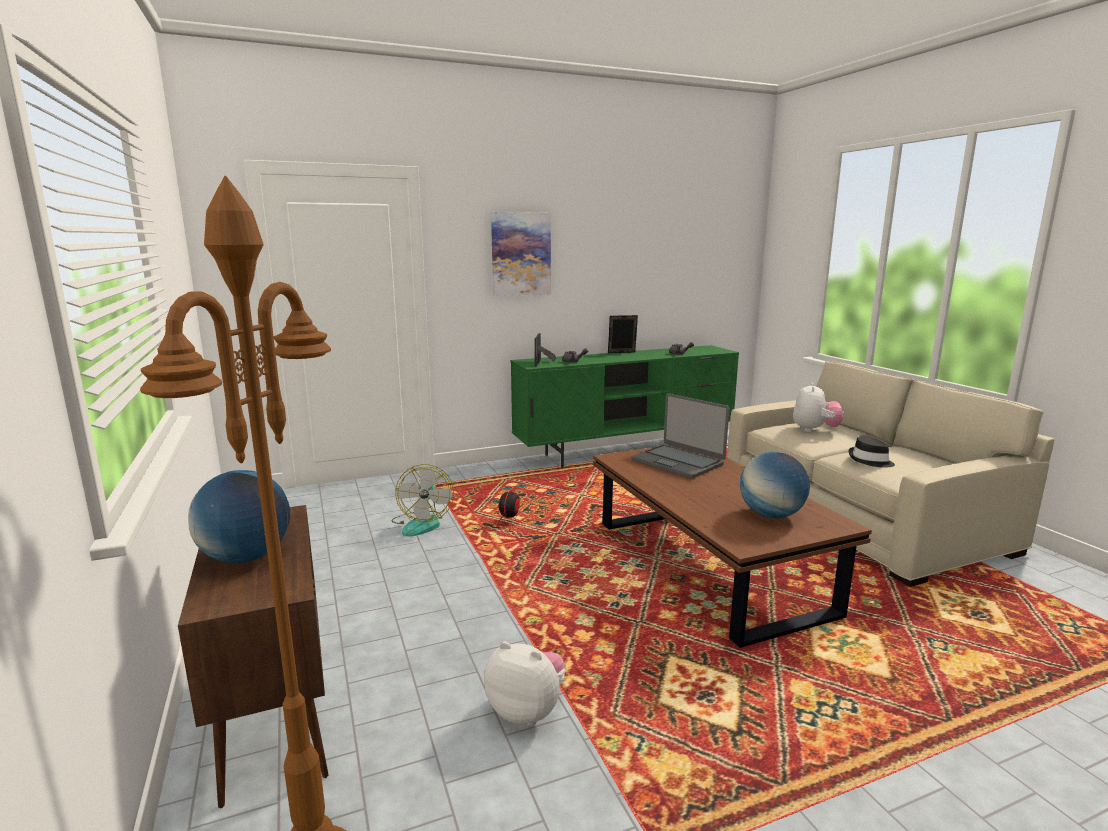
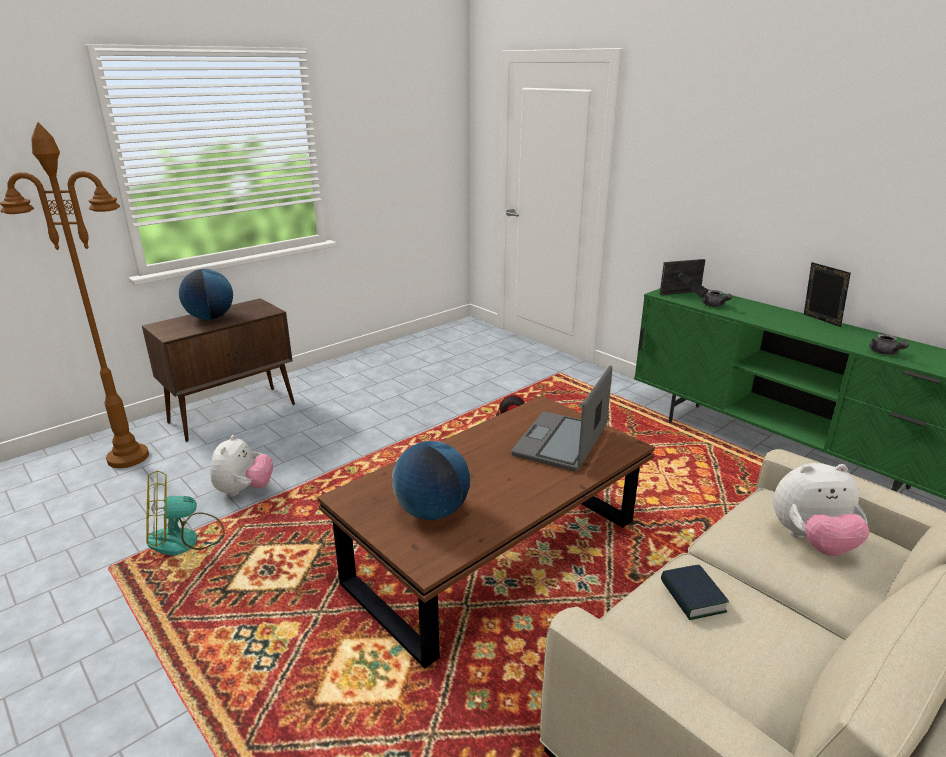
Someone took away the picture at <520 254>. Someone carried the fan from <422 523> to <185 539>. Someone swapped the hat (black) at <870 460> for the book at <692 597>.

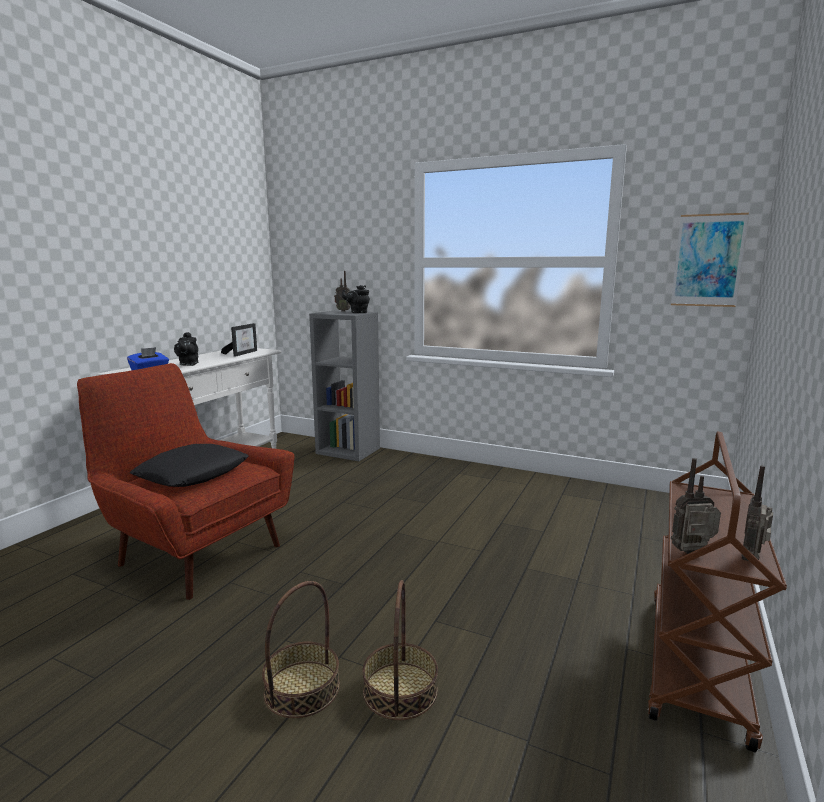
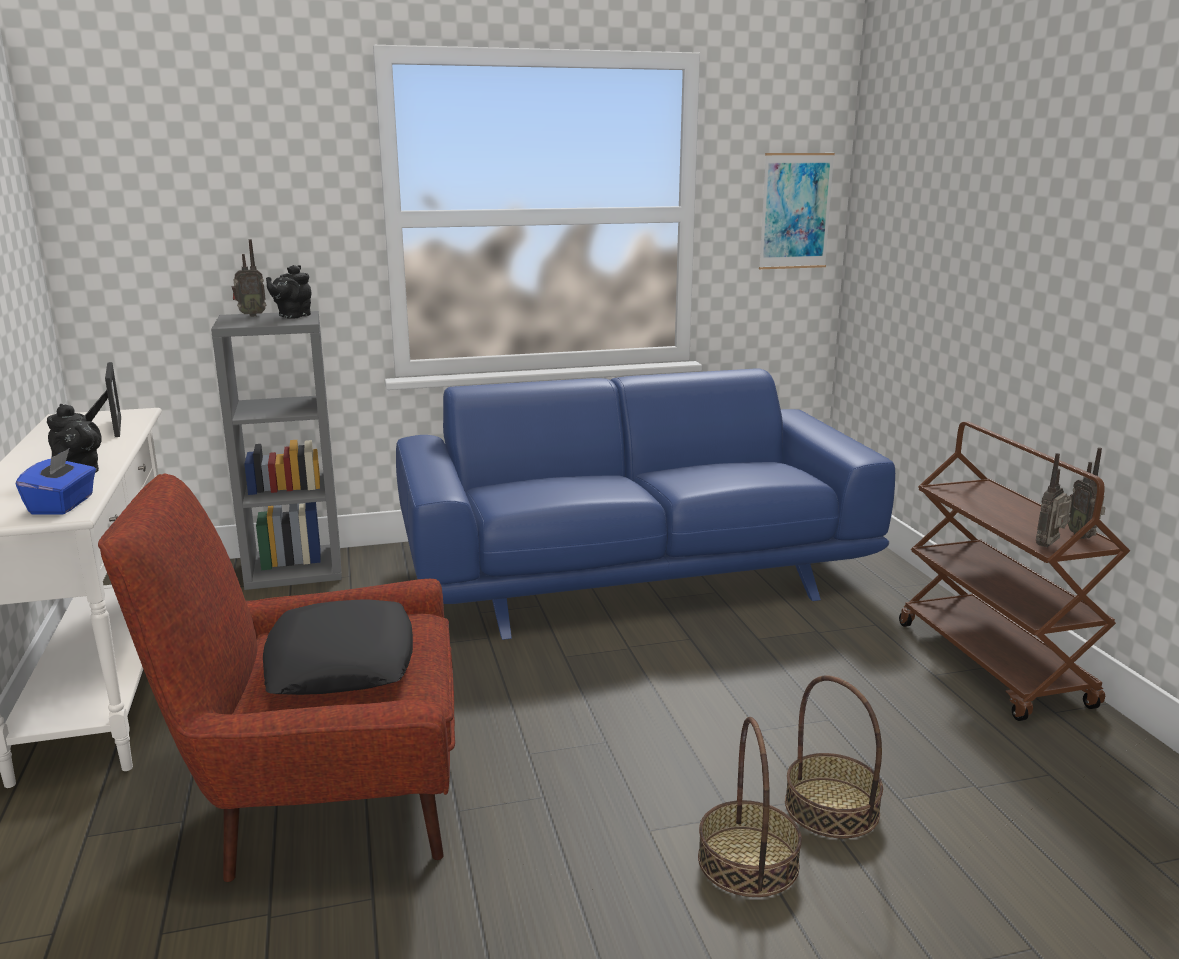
Someone put down the sofa (blue) at <636 573>.

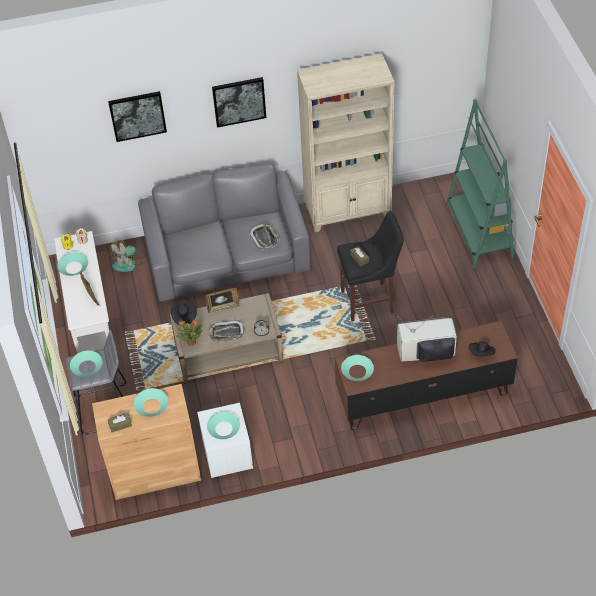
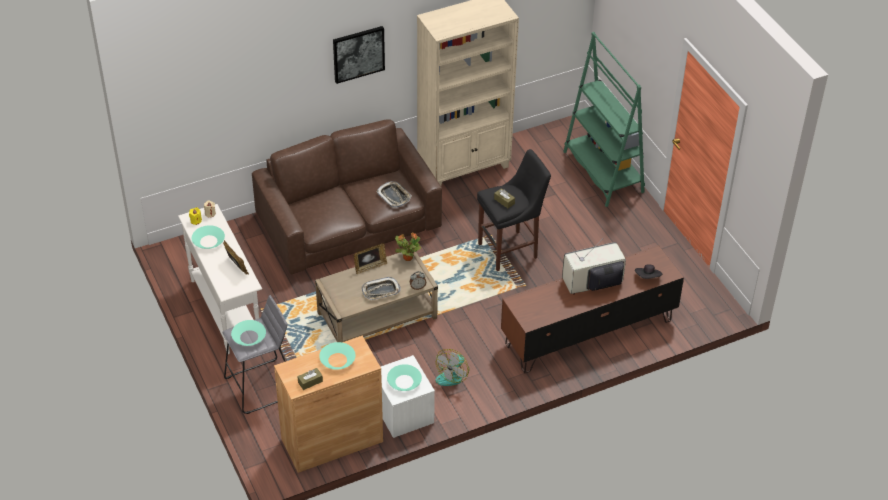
Someone took away the picture at <137 115>. Someone took away the hat (black) at <184 316>. Someone took away the bowl (turquoise) at <357 371>. Someone carried the fan from <129 263> to <453 375>. Someone carried the potted plant from <191 342> to <407 257>. Someone repainted the sofa (grey) at <227 255>, which became the sofa (brown) at <349 222>.

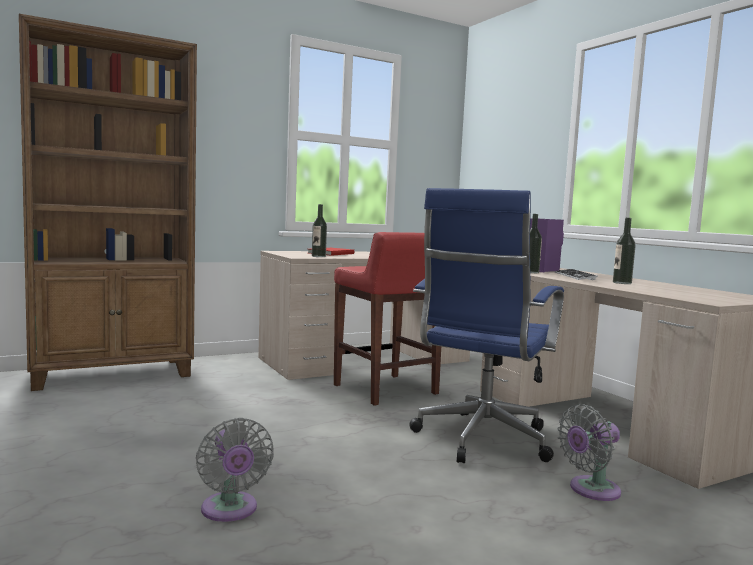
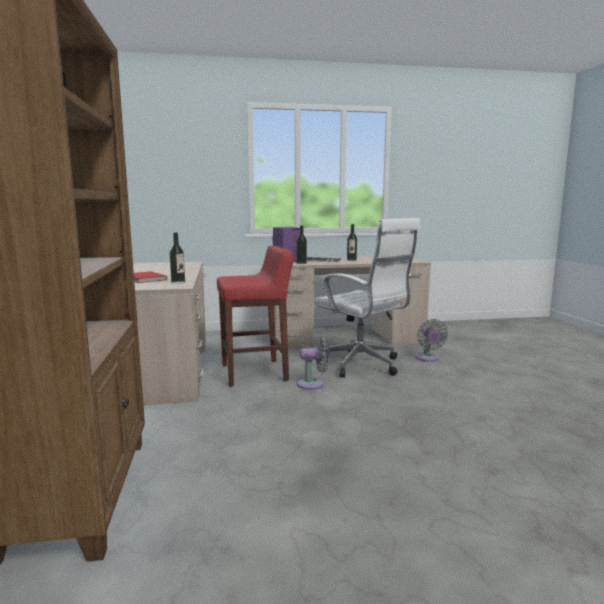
Someone carried the fan (grey) from <230 511> to <313 384>. Someone repainted the office chair (blue) at <480 441>, which became the office chair (white) at <363 365>.

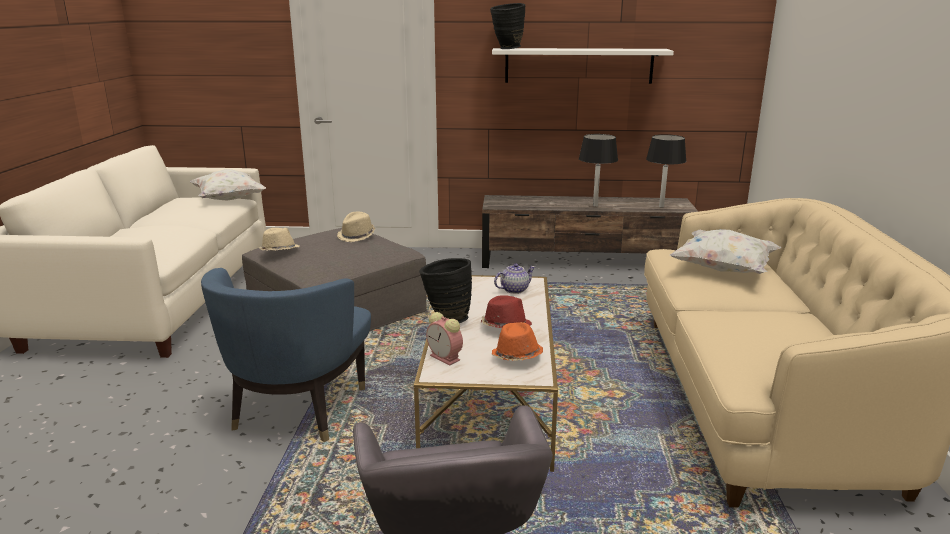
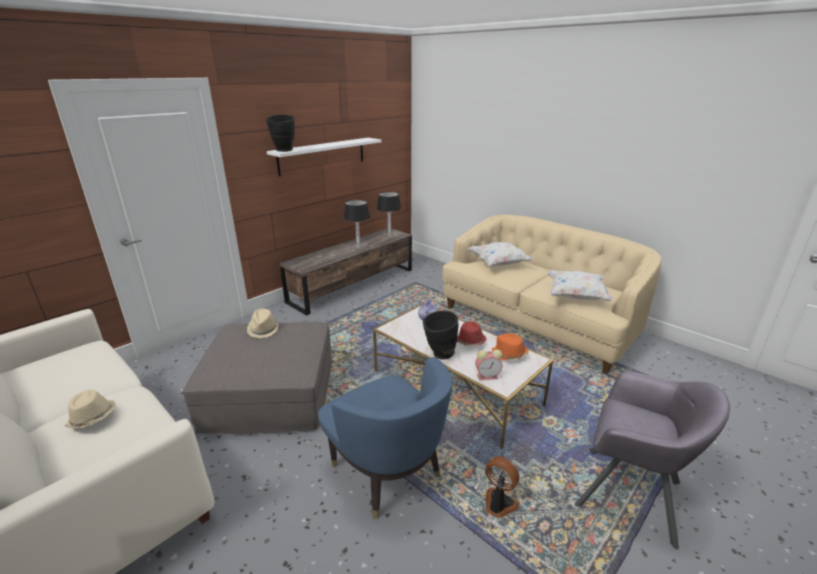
Someone put down the fan at <498 505>. Someone carried the pillow (white) from <229 199> to <576 296>. Someone carried the hat (beige) from <279 251> to <92 418>.

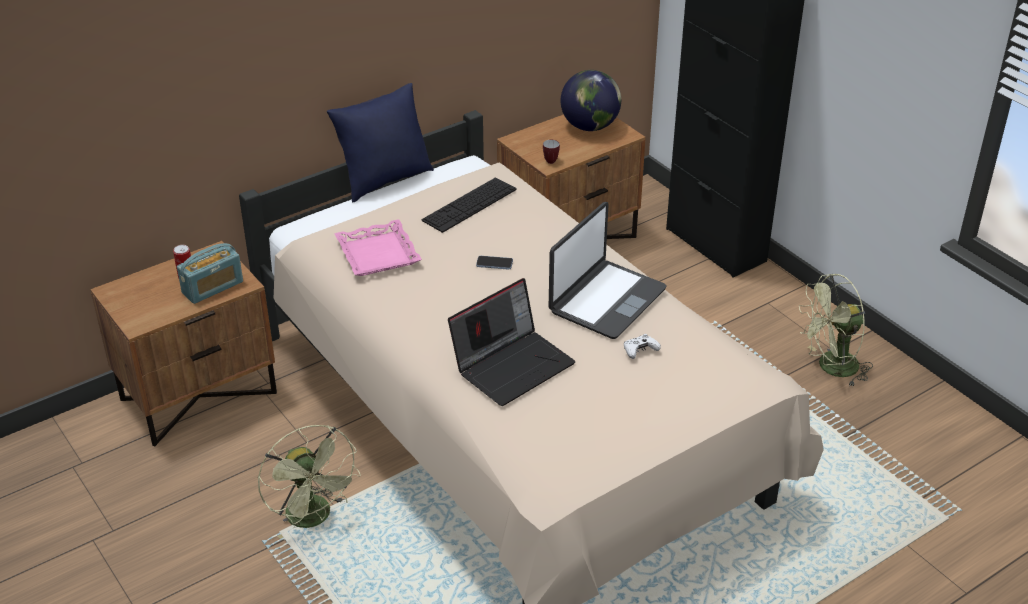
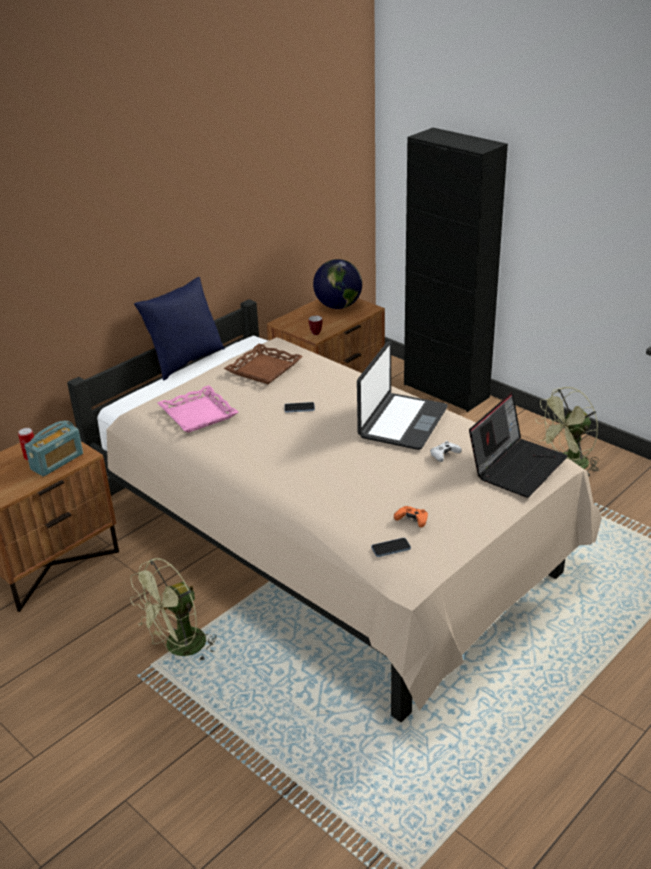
Someone put down the phone at <391 548>. Someone put down the game controller (orange) at <412 520>. Someone carried the laptop from <513 364> to <517 465>. Someone swapped the keyboard at <469 205> for the tray (brown) at <263 369>. Someone rotated the fan (green) at <314 518> by 90 degrees clockwise.

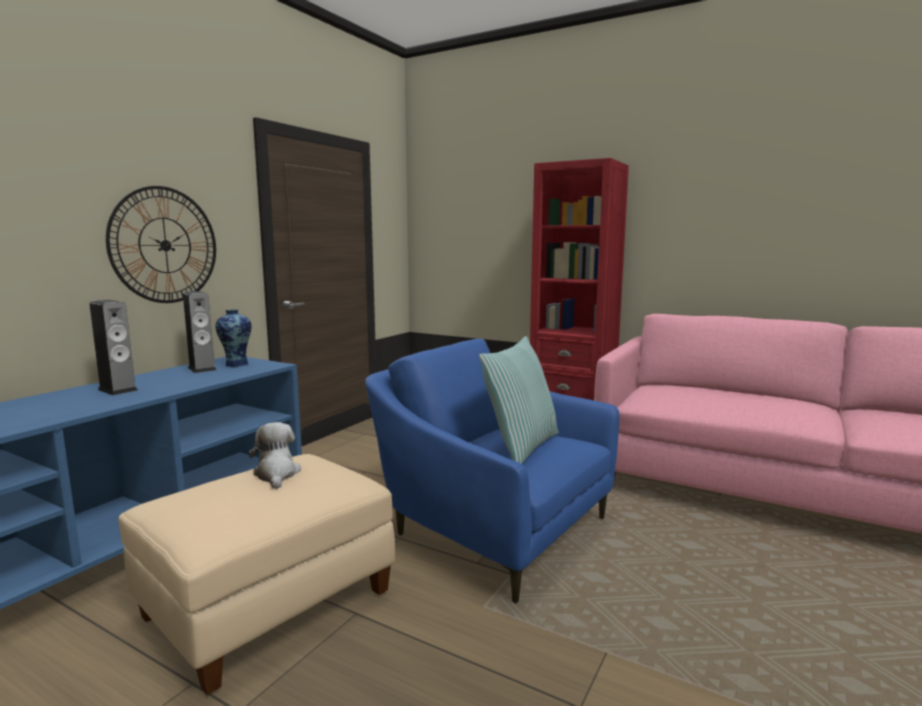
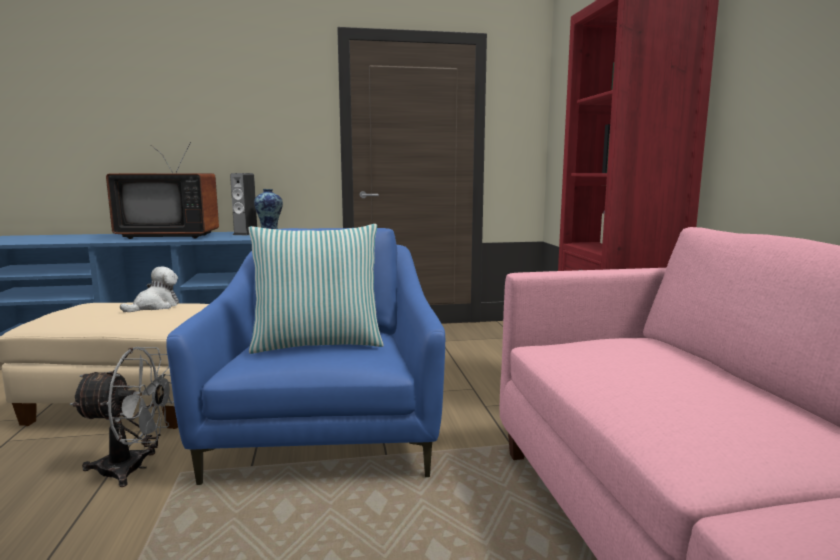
Someone took away the wall clock at <165 245>. Someone put down the fan (grey) at <133 468>. Someone swapped the speaker at <117 390> for the television at <170 236>.

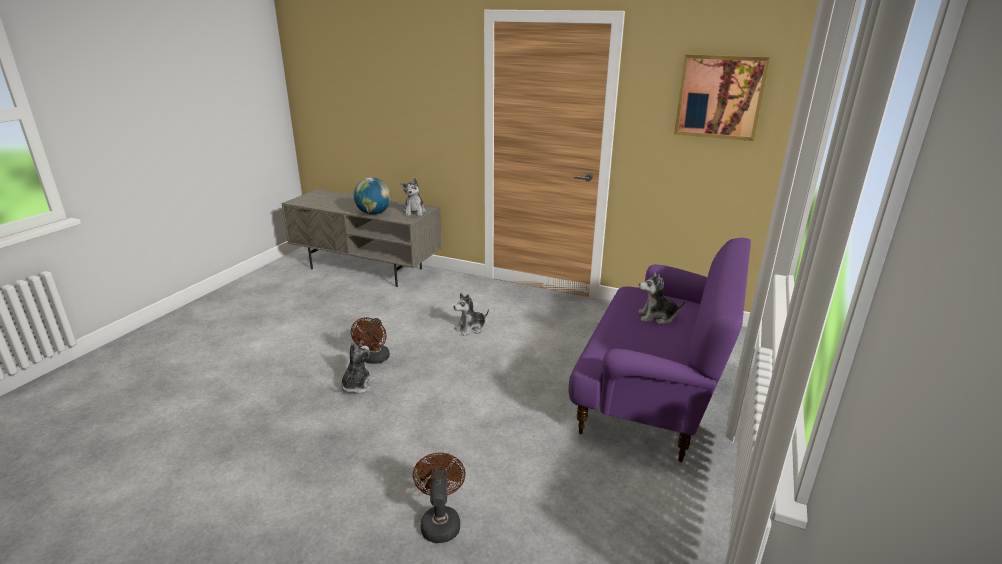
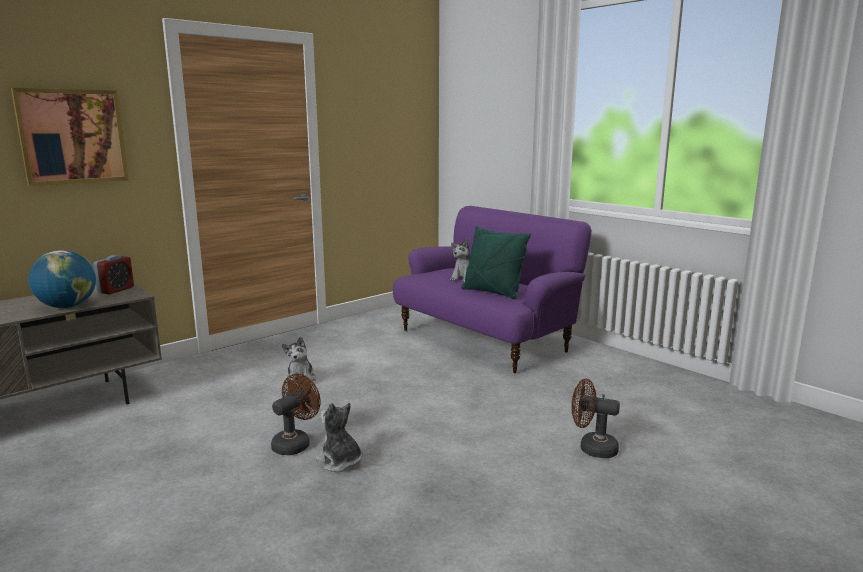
Someone put down the pillow (green) at <492 292>. Someone carried the picture from <719 97> to <72 136>. Someone swapped the plush toy at <414 212> for the alarm clock at <116 290>. Someone rotated the fan (brown) at <374 360> by 90 degrees counterclockwise.

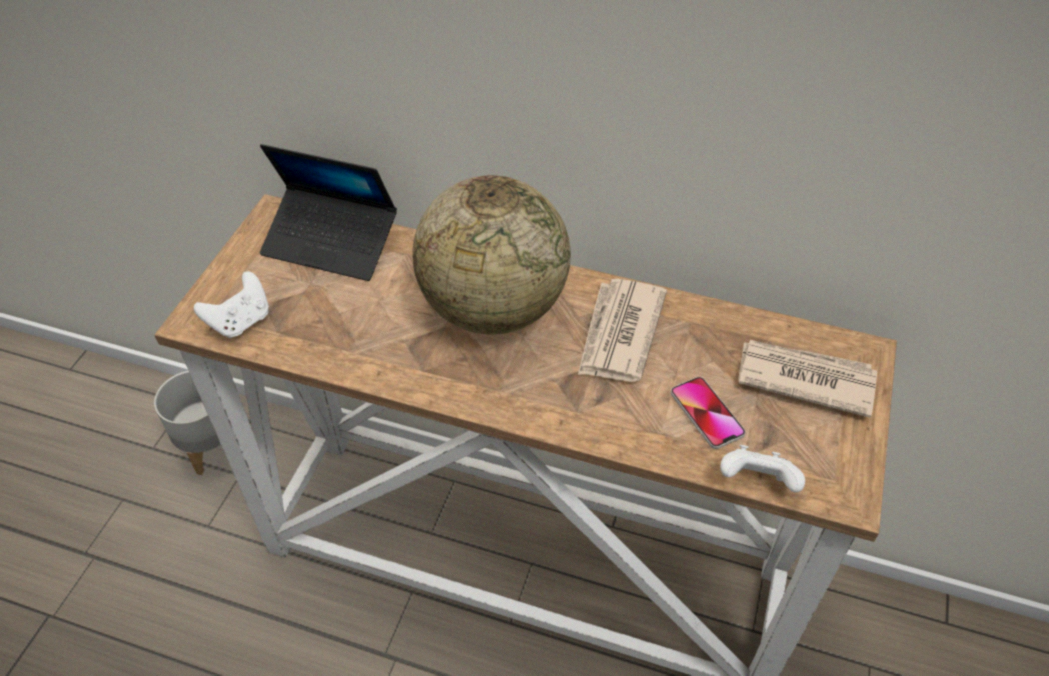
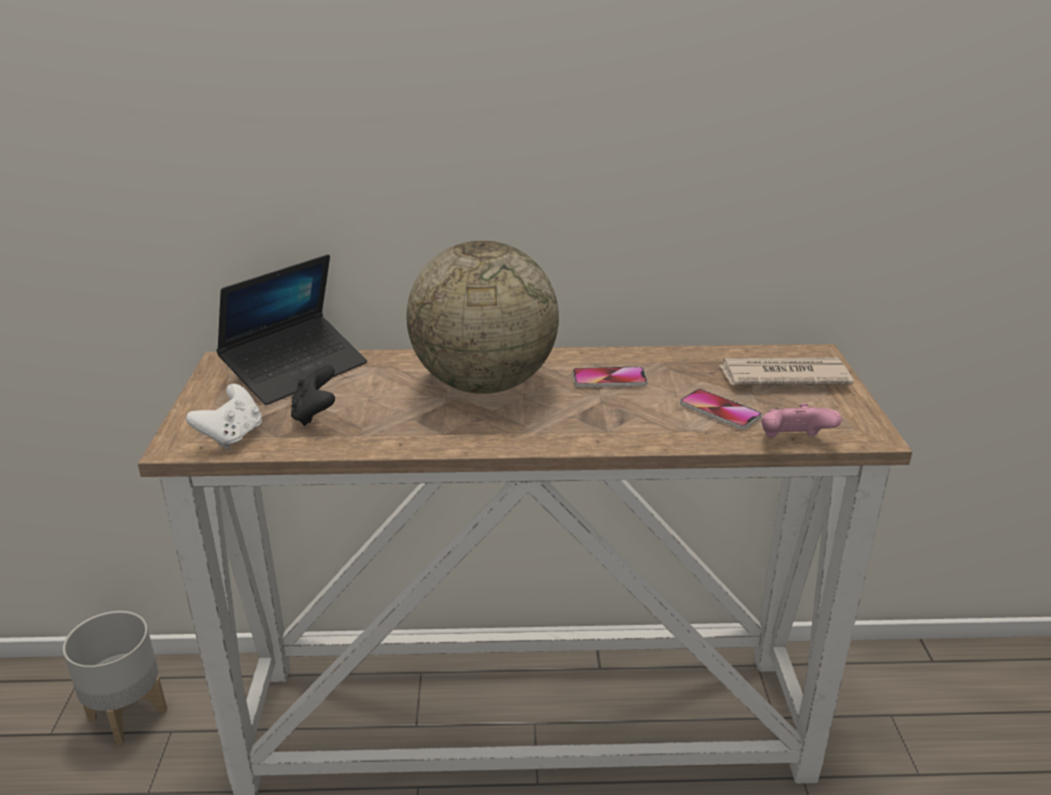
Someone put down the game controller (black) at <315 414>. Someone swapped the newspaper at <619 334> for the phone at <609 379>. Someone repainted the game controller (white) at <756 482>, which became the game controller (pink) at <793 442>. Someone rotated the laptop at <331 243> by 45 degrees counterclockwise.

